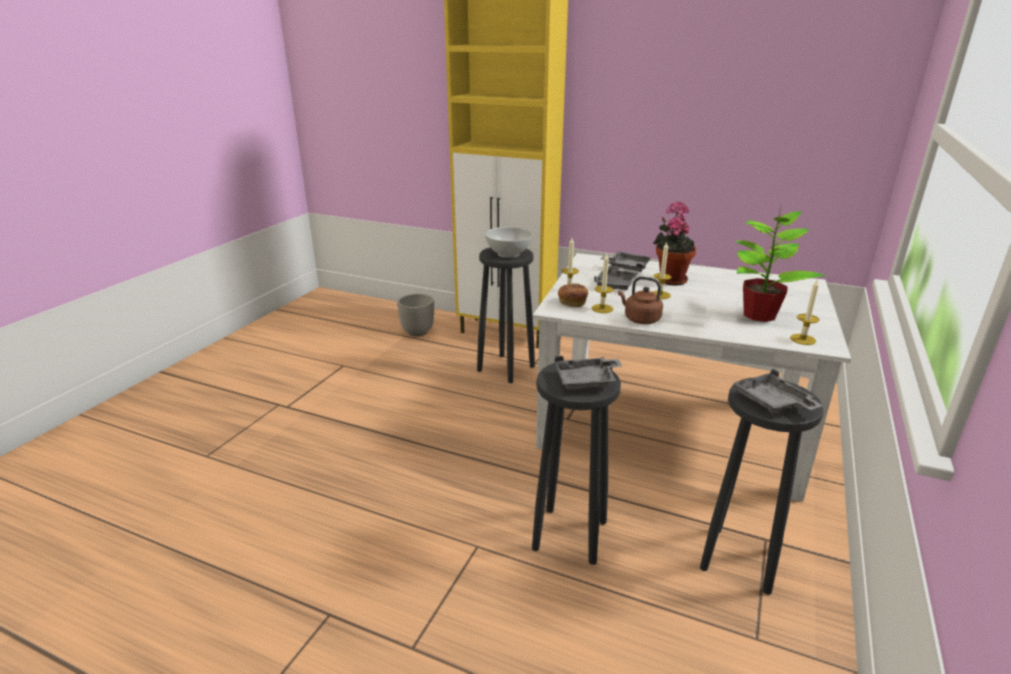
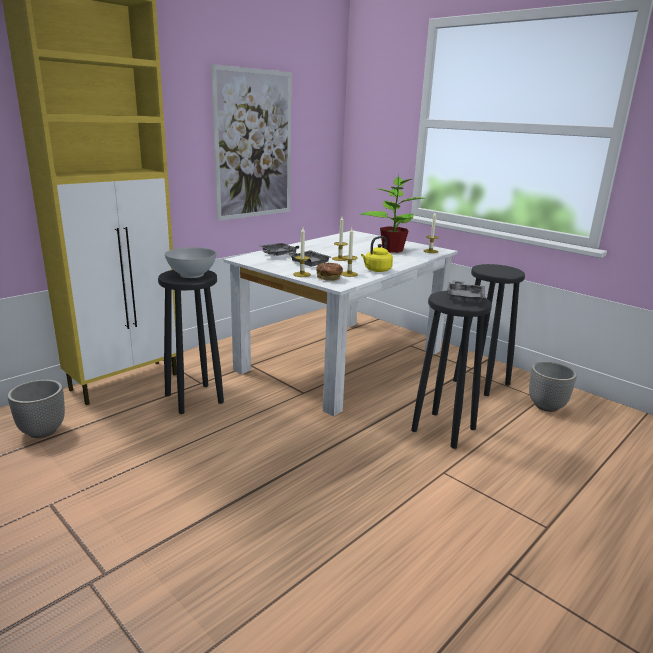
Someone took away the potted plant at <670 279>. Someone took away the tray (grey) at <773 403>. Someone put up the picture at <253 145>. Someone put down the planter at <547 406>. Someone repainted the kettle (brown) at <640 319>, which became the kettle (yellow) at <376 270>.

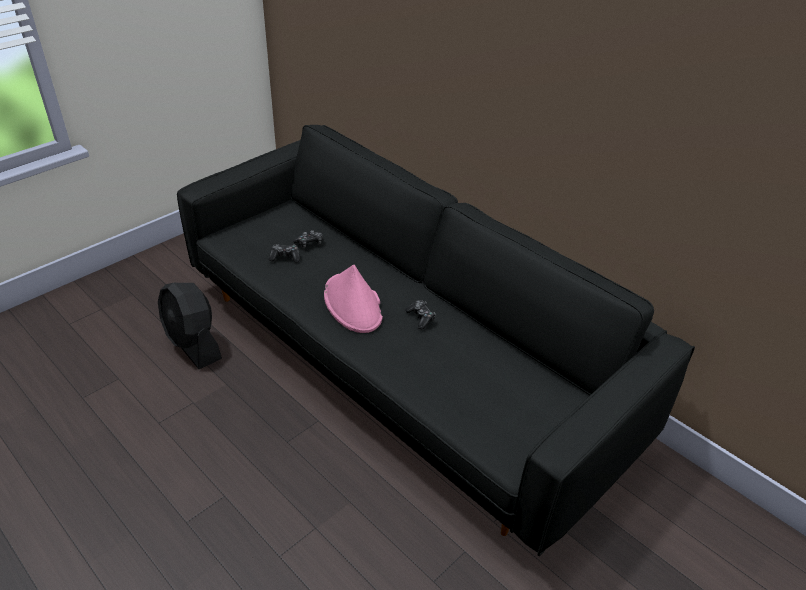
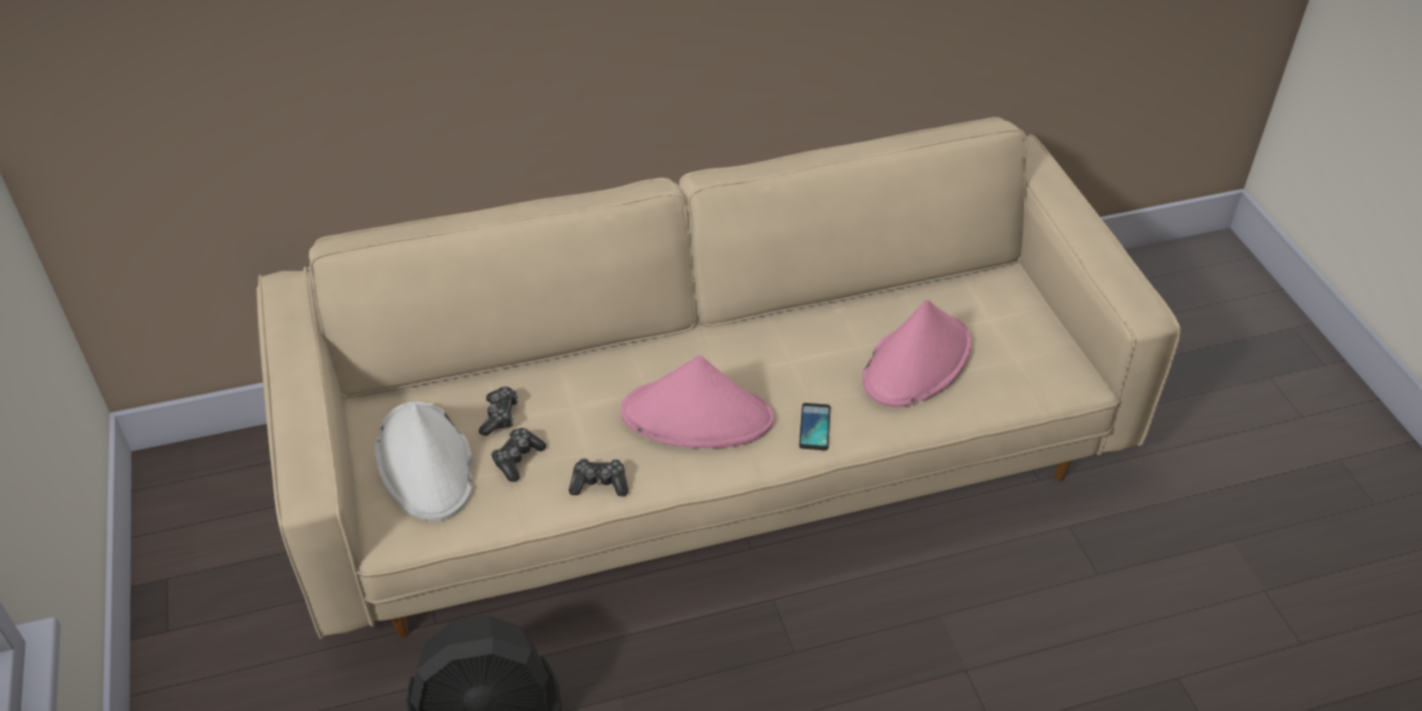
Someone put down the hat (white) at <425 463>. Someone put down the phone at <814 427>. Someone put down the hat (pink) at <917 362>. Someone carried the game controller from <421 318> to <599 483>. Someone repainted the sofa (black) at <400 361>, which became the sofa (beige) at <711 456>.

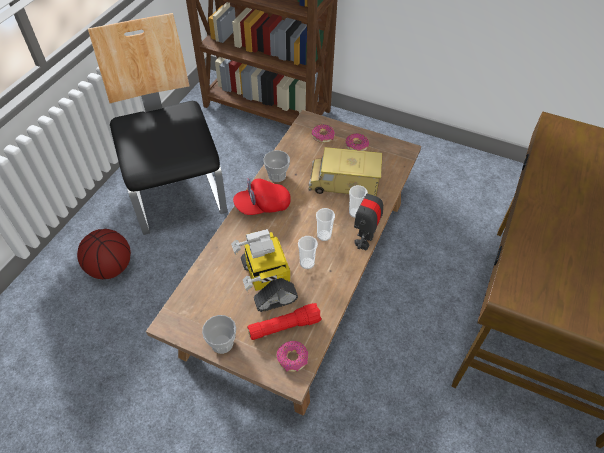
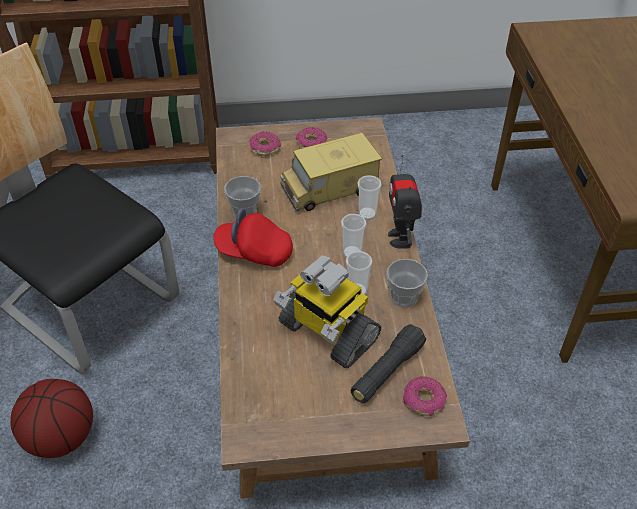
Someone carried the cup from <222 343> to <404 297>. Someone repainted the flashlight (red) at <284 327>, which became the flashlight (black) at <387 371>. Someone rotated the cap (red) at <262 206> by 60 degrees clockwise.

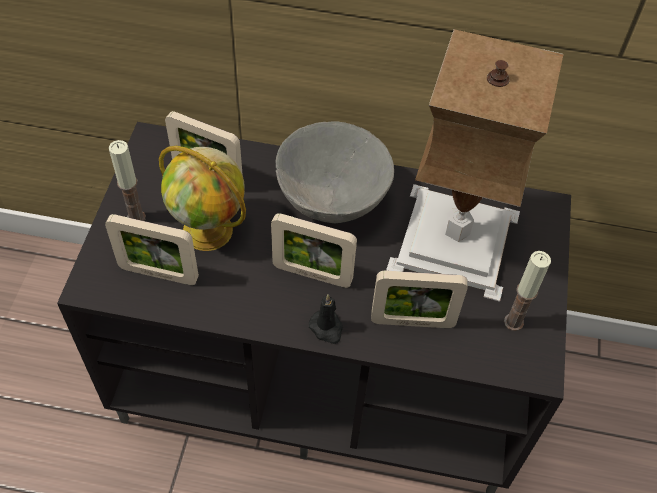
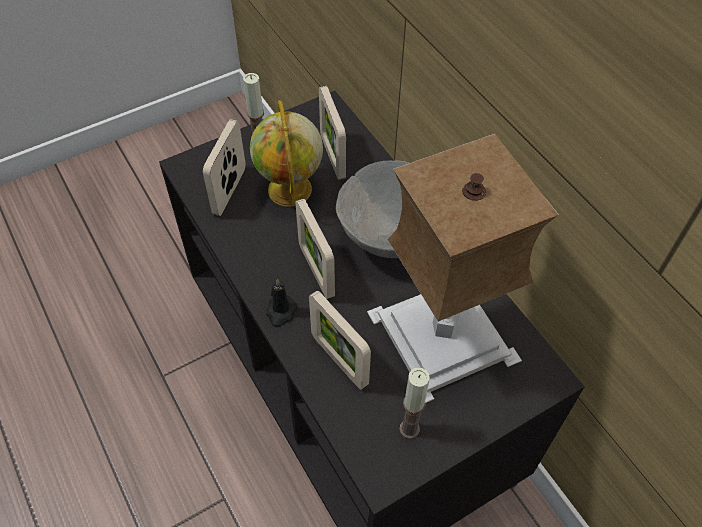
Someone rotated the picture frame at <159 274> by 45 degrees clockwise.

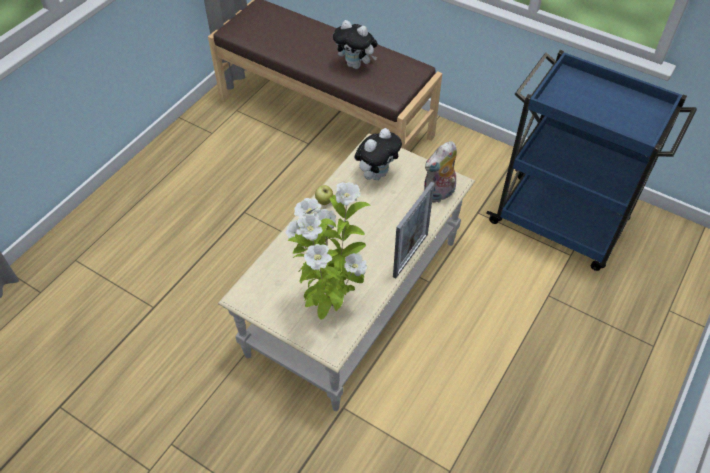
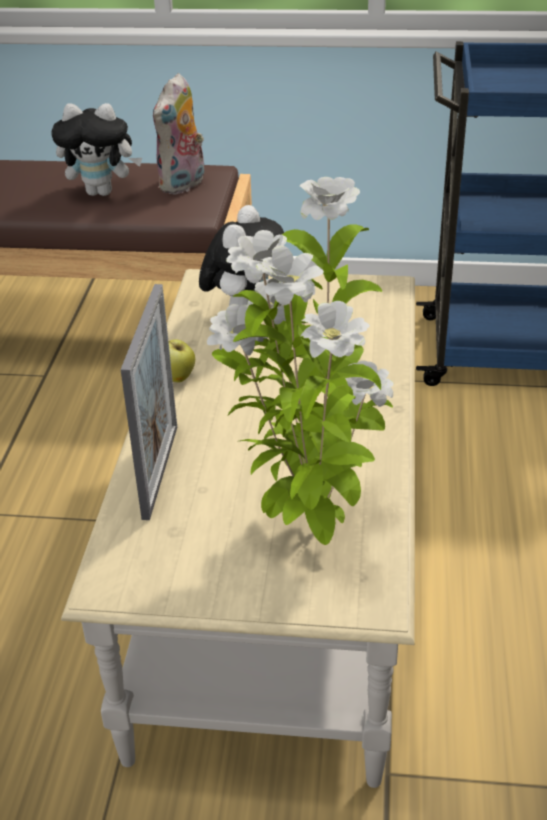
Someone carried the picture frame from <410 255> to <160 471>. Someone carried the plush toy from <439 195> to <183 185>.

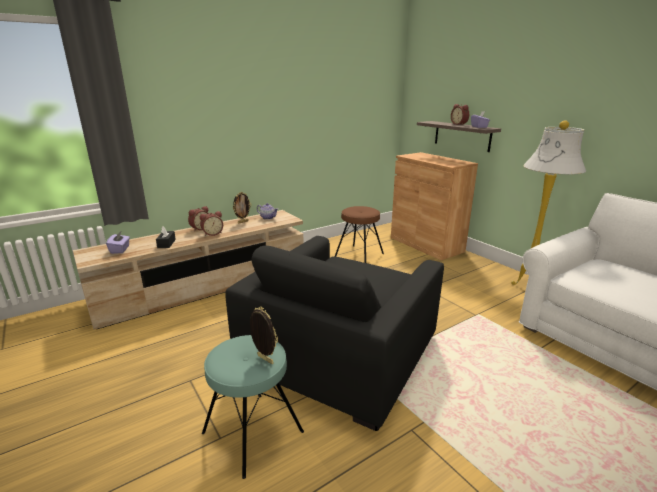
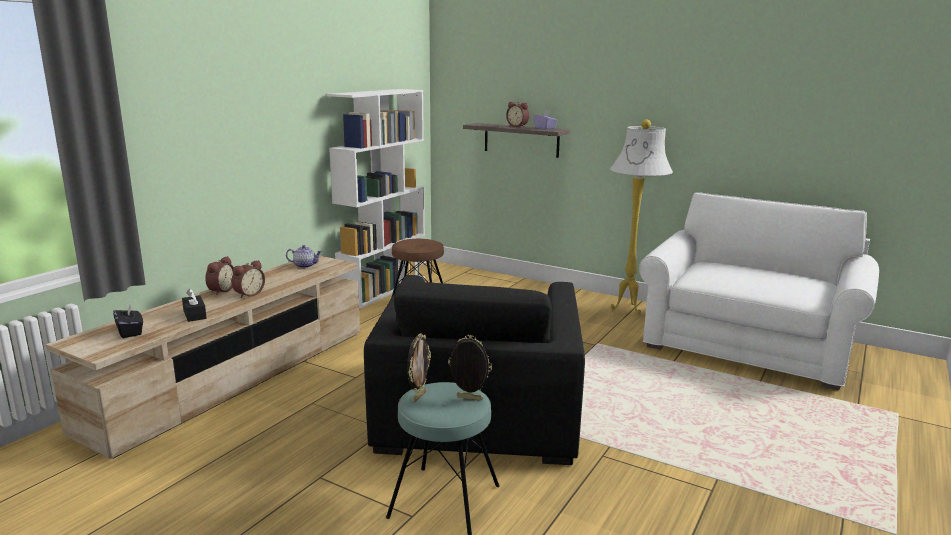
Someone took away the cabinet (brown) at <426 244>. Someone put down the bookcase (white) at <383 289>. Someone carried the picture frame from <243 222> to <418 396>. Someone repainted the tissue box (purple) at <120 250>, which became the tissue box (black) at <130 332>.

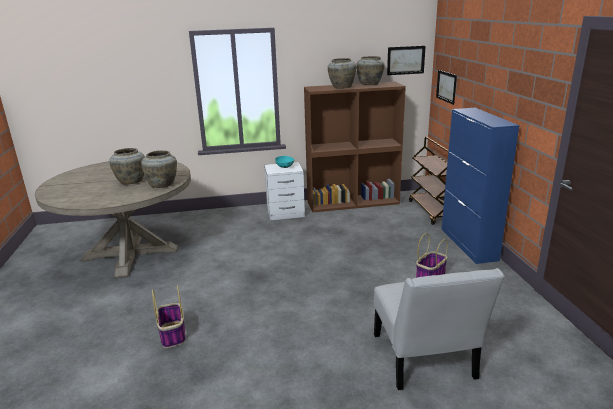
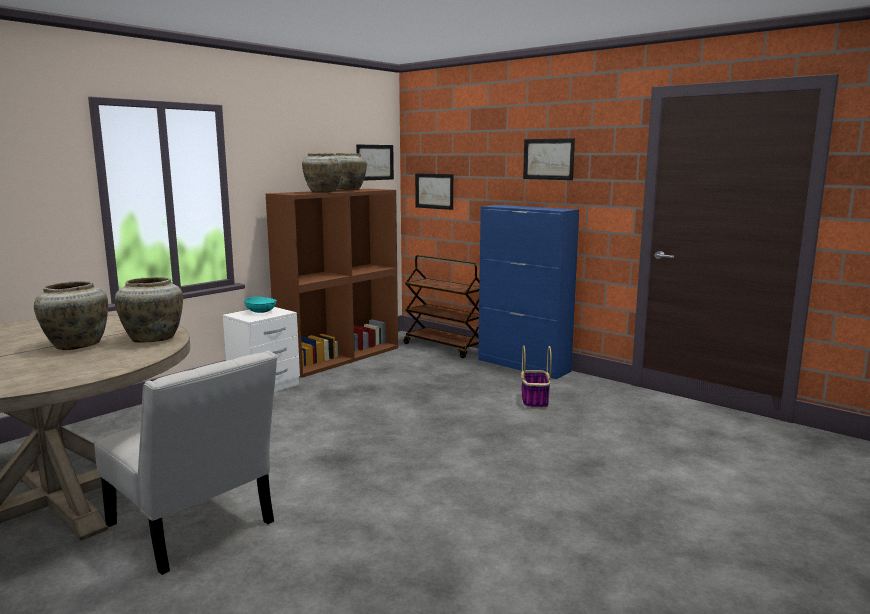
Someone took away the basket at <173 335>. Someone put up the picture at <548 159>. Someone carried the chair (white) from <424 360> to <194 528>.

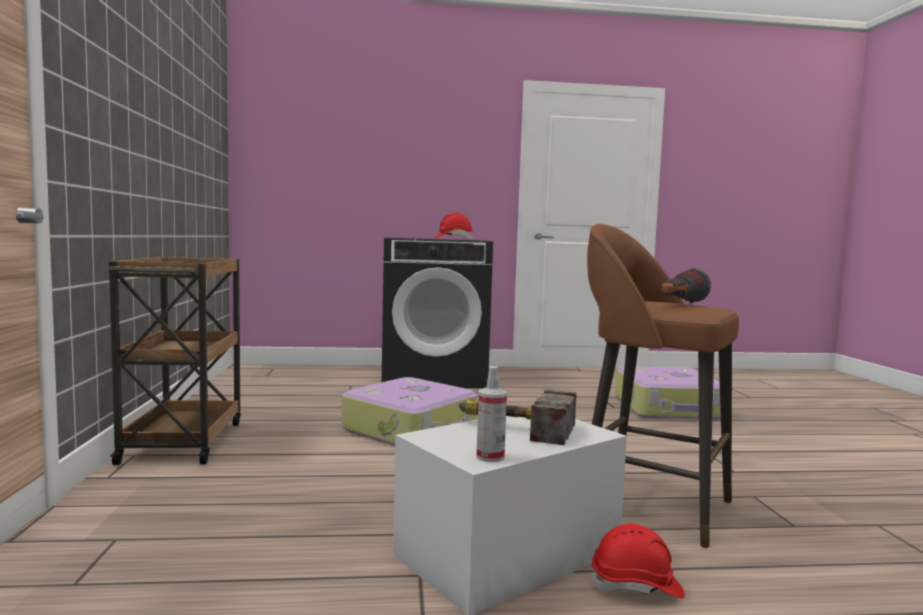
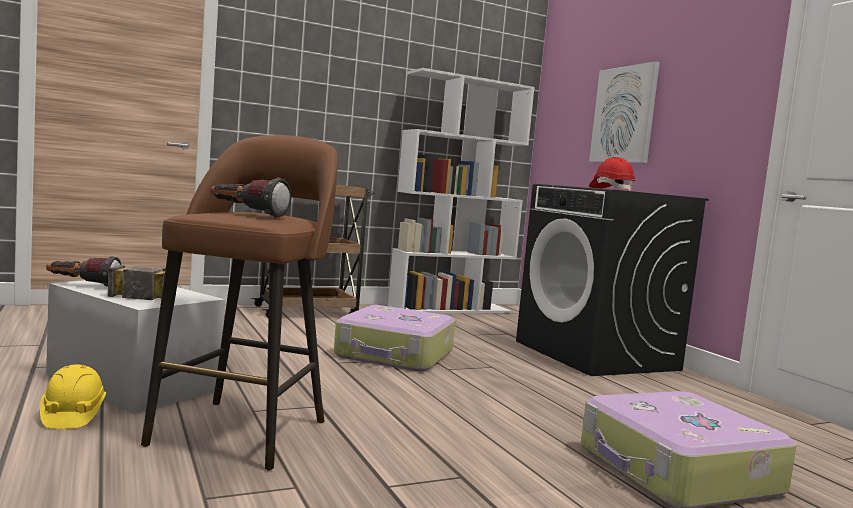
Someone put down the bookcase (white) at <450 309>. Someone put up the picture at <624 115>. Someone swapped the spray bottle at <490 457> for the flashlight at <82 285>. Someone repainted the hard hat (red) at <636 586>, which became the hard hat (yellow) at <72 415>.

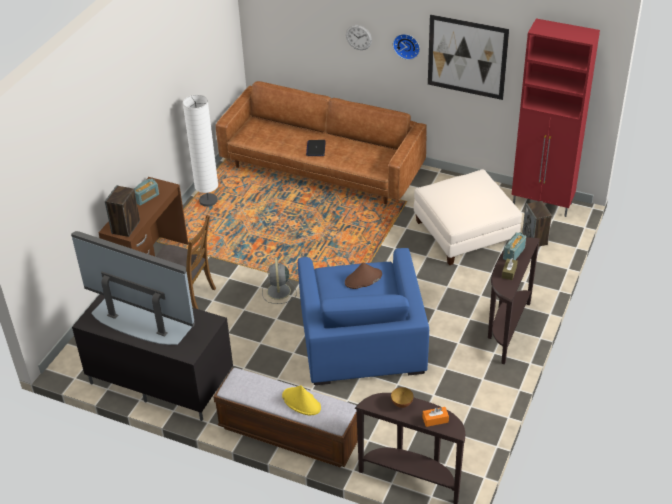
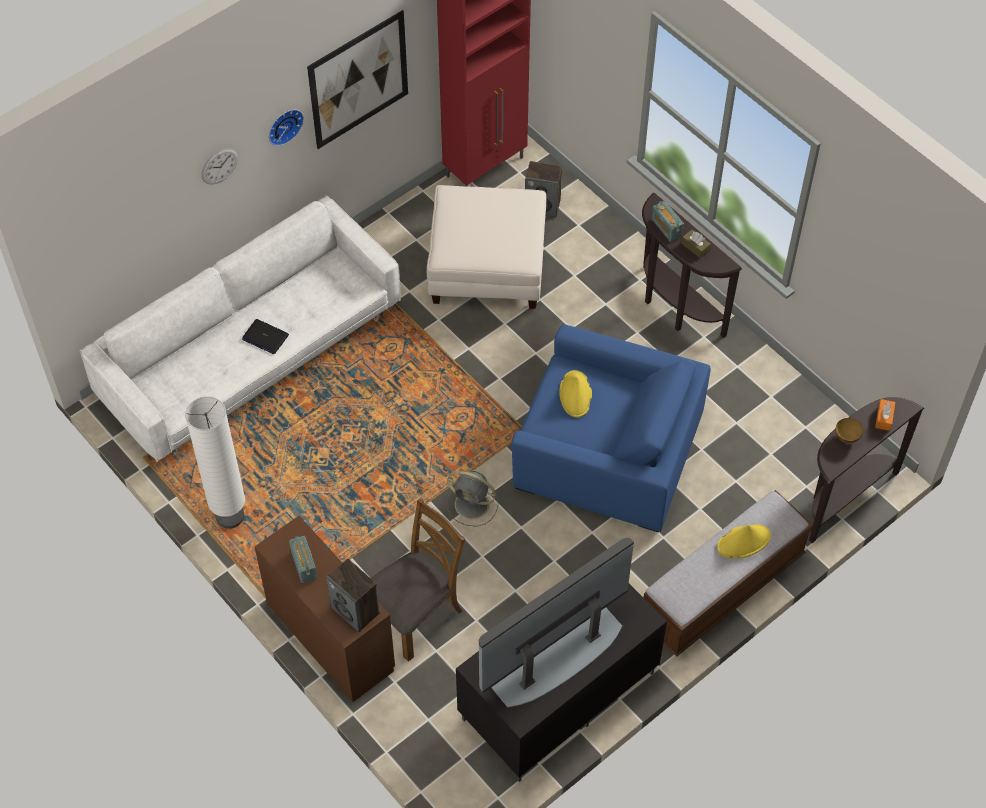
Someone repainted the sofa (brown) at <322 167>, which became the sofa (white) at <251 355>. Someone repainted the hat (brown) at <363 279>, which became the hat (yellow) at <575 395>.

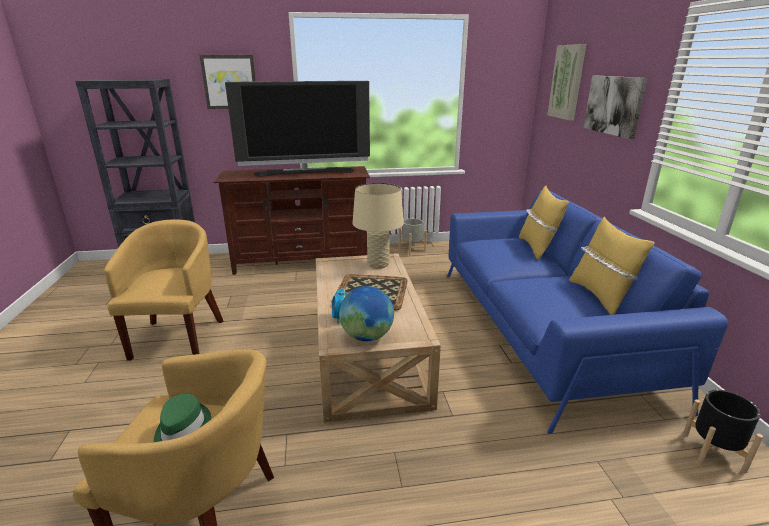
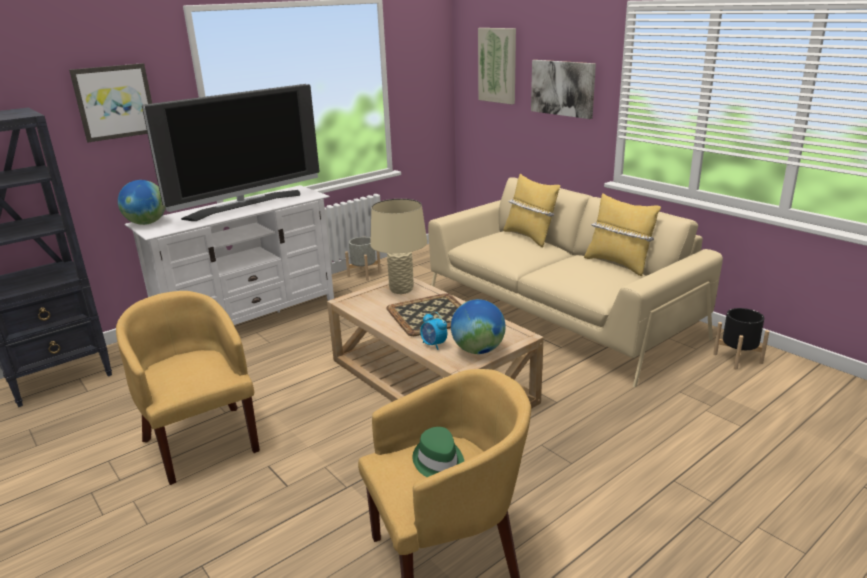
Someone put down the globe at <146 223>. Someone repainted the tv stand (brown) at <301 262>, which became the tv stand (white) at <250 321>. Someone repainted the sofa (blue) at <541 329>, which became the sofa (beige) at <558 313>.

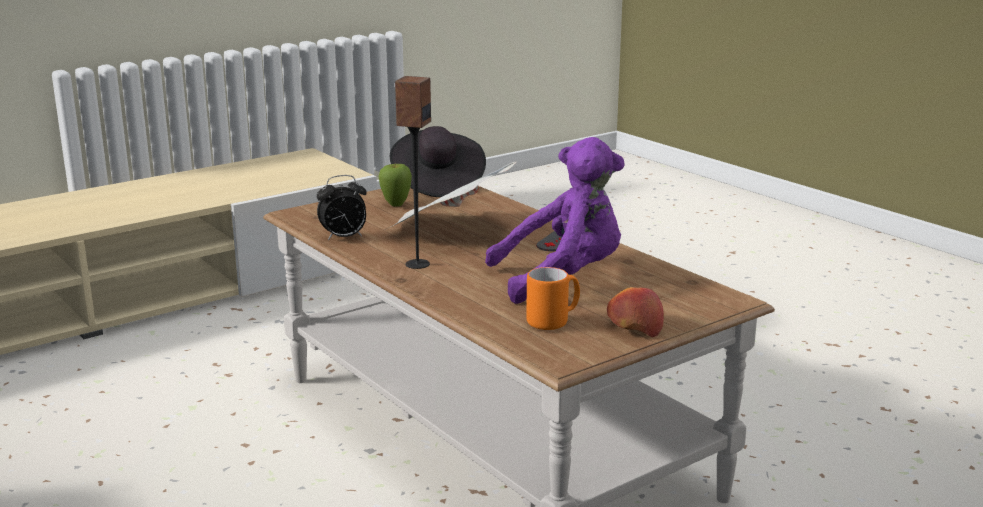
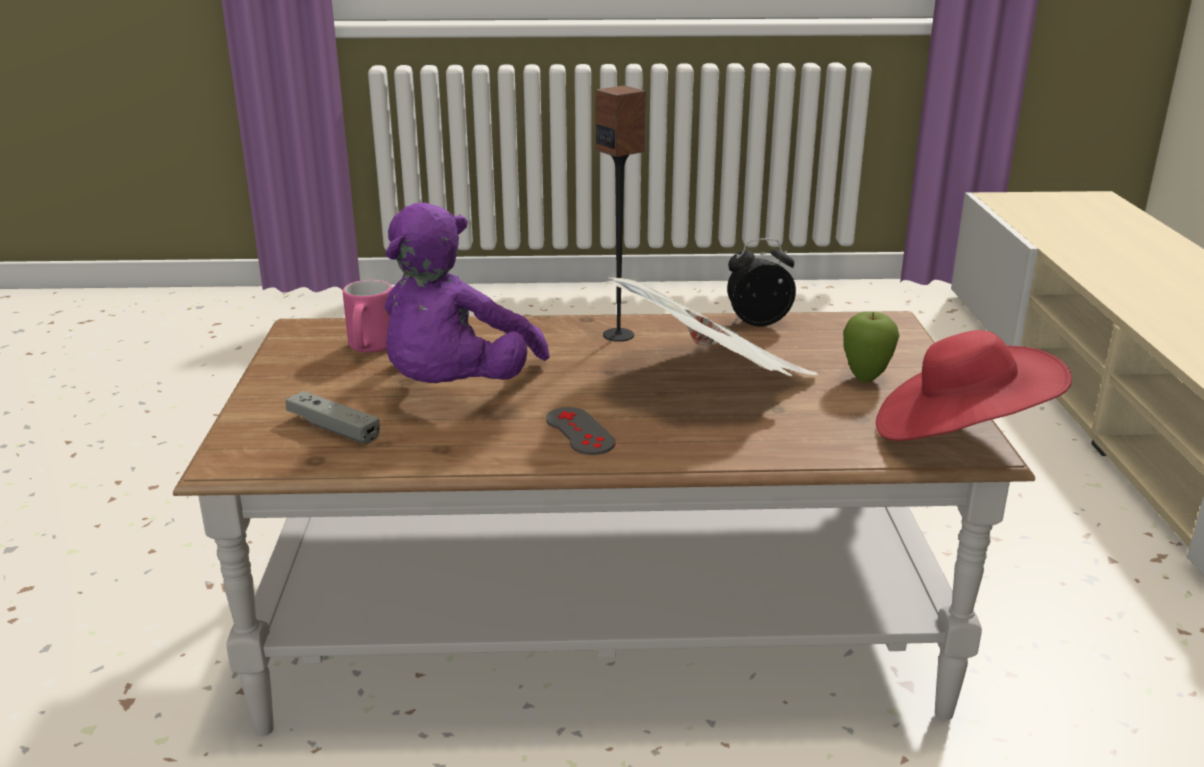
Someone took away the apple at <634 326>. Someone put down the game controller (grey) at <333 428>. Someone repainted the hat (black) at <437 184>, which became the hat (red) at <959 434>. Someone repainted the mug (orange) at <553 321>, which became the mug (pink) at <370 349>. Someone rotated the alarm clock at <343 238> by 60 degrees clockwise.

